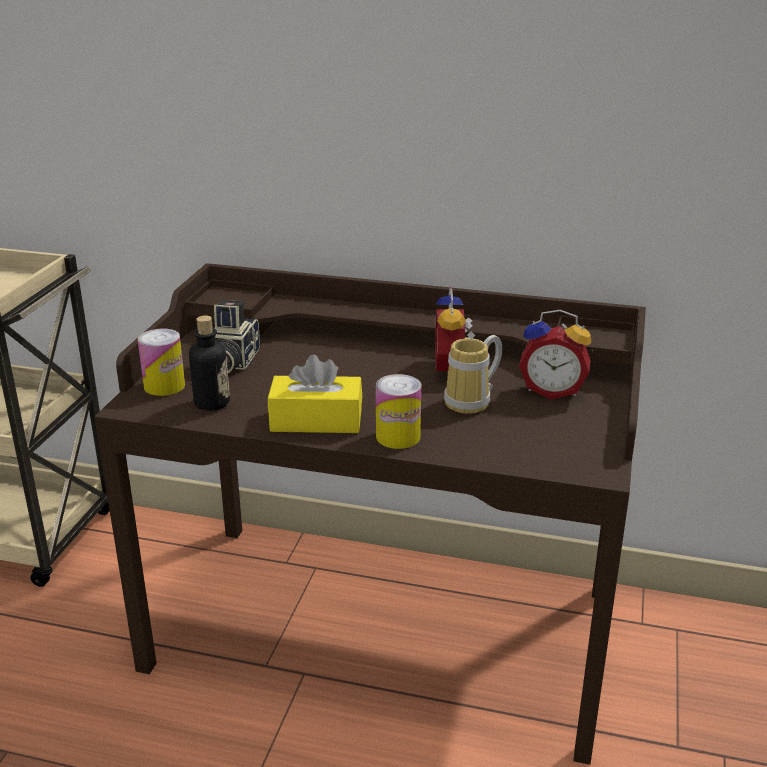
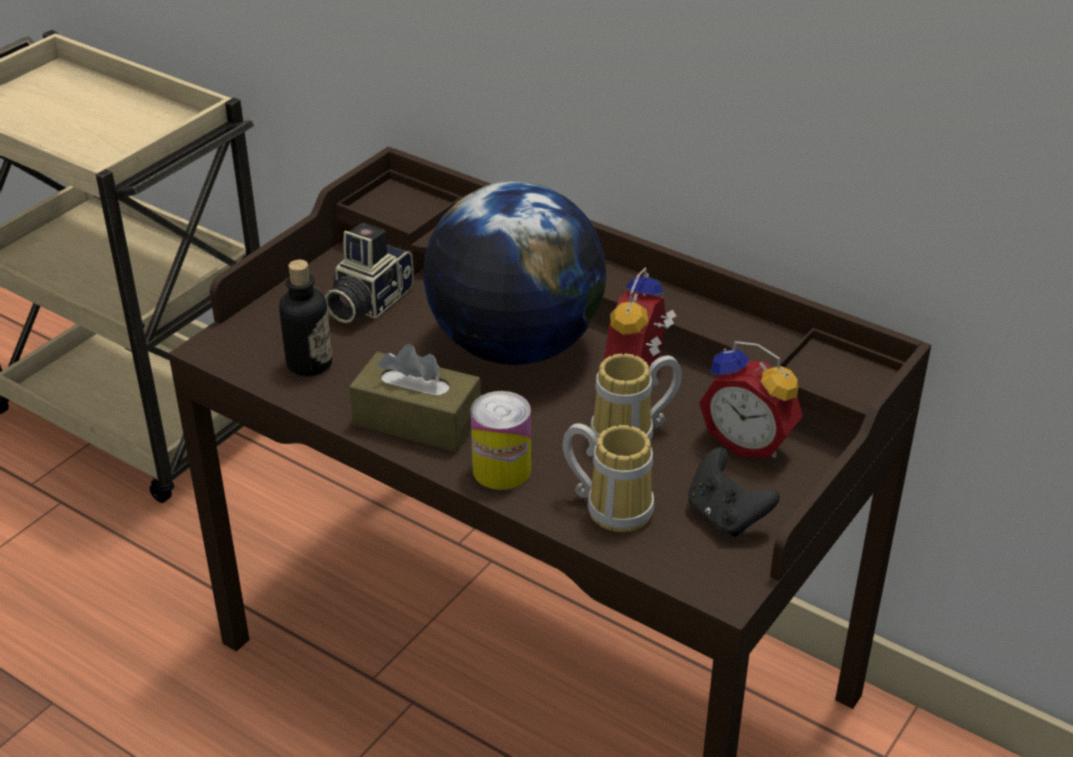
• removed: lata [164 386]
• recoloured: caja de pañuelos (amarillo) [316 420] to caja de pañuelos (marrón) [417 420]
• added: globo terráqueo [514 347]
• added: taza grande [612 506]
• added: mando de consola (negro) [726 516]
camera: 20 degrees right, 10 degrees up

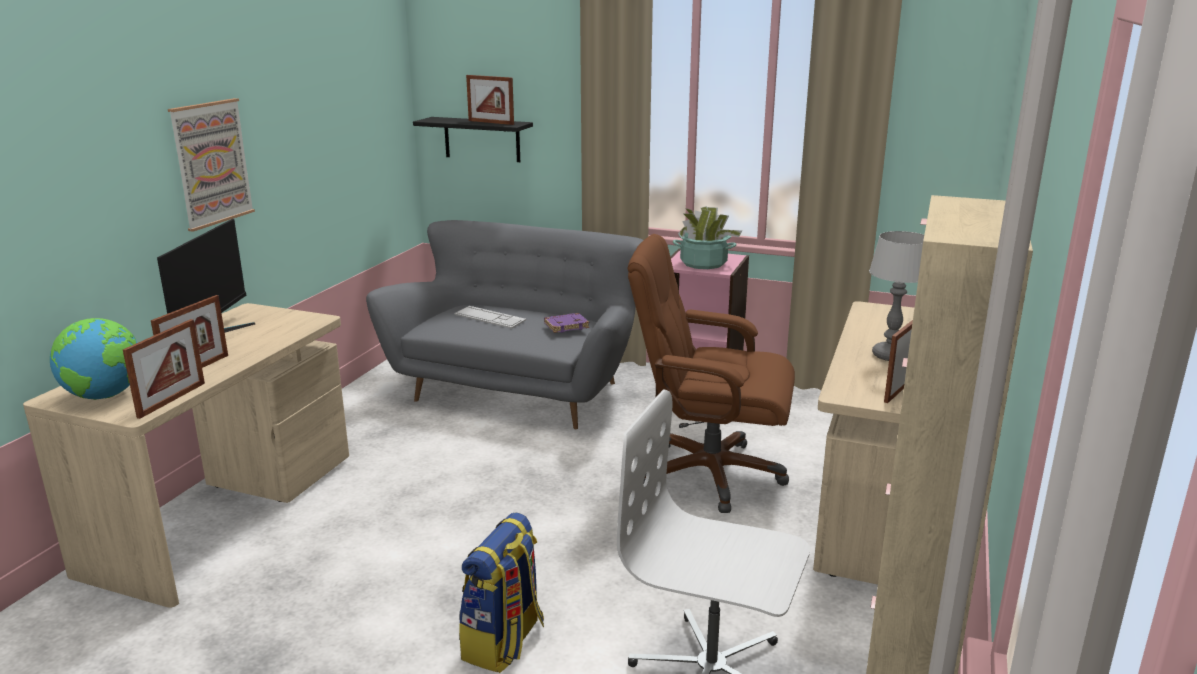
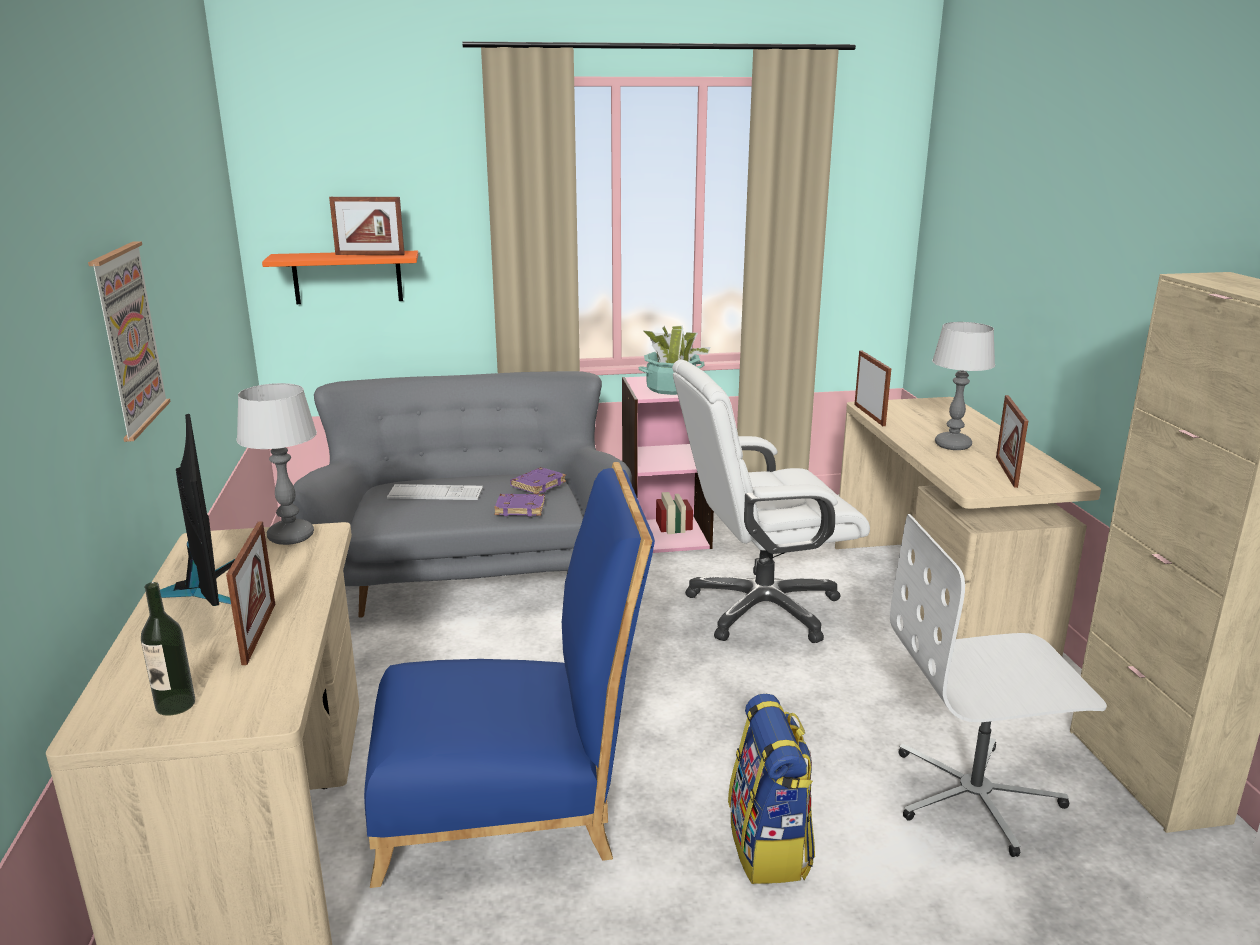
• recoloured: estante (negro) [482 139] to estante (naranja) [347 277]
• recoloured: silla de oficina (marrón) [709 474] to silla de oficina (blanco) [761 609]
• replaced: globo terráqueo [105 396] to botella [175 704]
• moved: portarretratos [172 400] to [869 415]
• added: lámpara de mesa [290 536]
• added: silla (azul) [510 801]
• added: libro (morado) [521 508]
camera: 30 degrees left, 0 degrees up

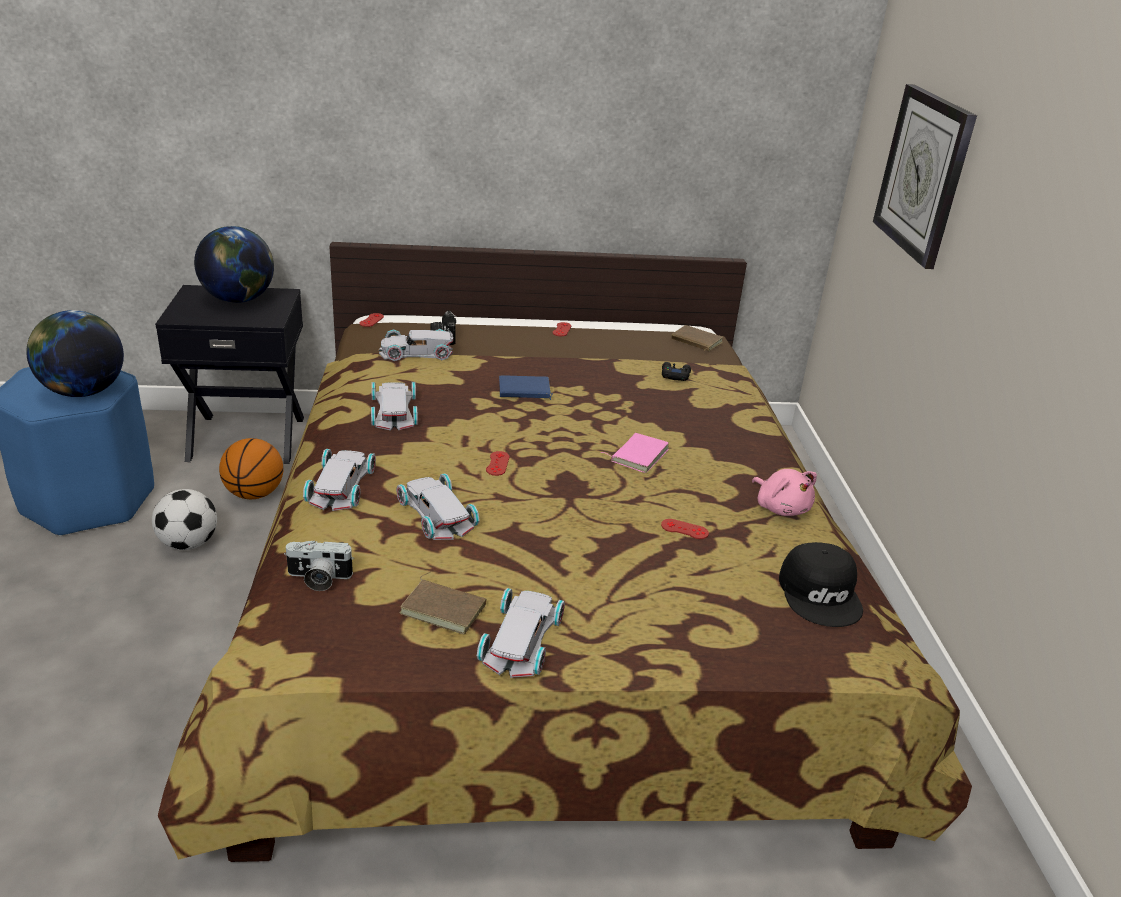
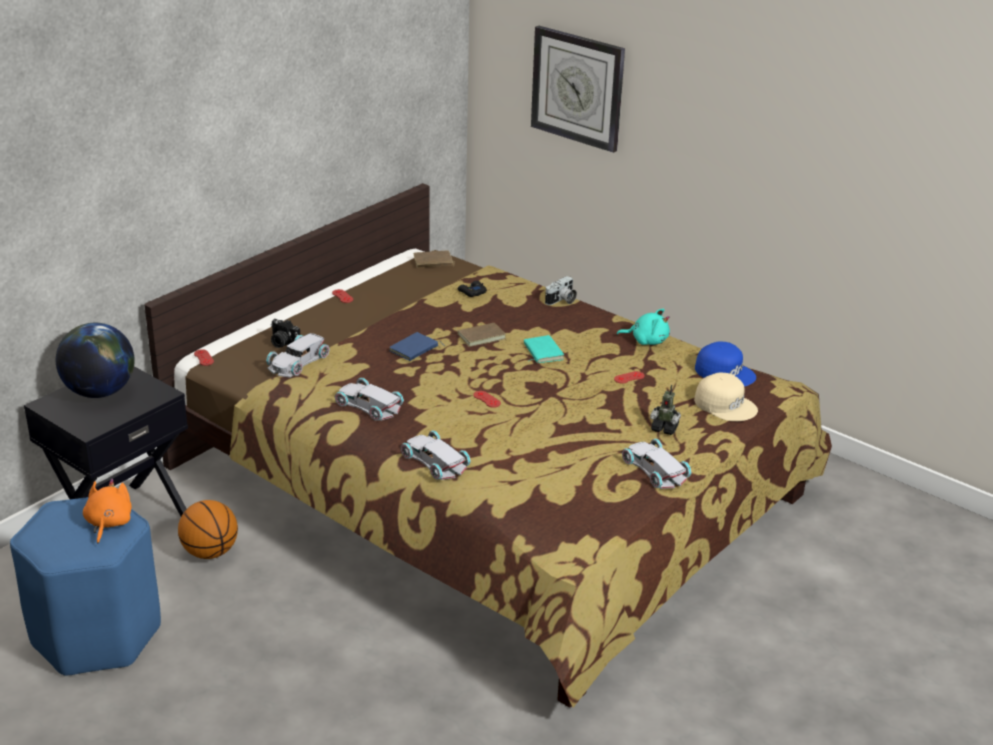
• replaced: globo terráqueo [83 392] to peluche (naranja) [108 523]
• recoloured: libro (rosa) [638 455] to libro (turquesa) [541 352]
• recoloured: peluche (rosa) [781 507] to peluche (turquesa) [646 341]
• removed: coche de juguete (blanco) [437 512]
• removed: balón de fútbol [188 543]
• moved: cámara [318 579] to [561 301]
• recoloured: gorra (negro) [821 593] to gorra (azul) [725 372]
• moved: libro (marrón) [445 608] to [480 336]
• added: gorra (beis) [725 404]
• added: robot de juguete [664 428]
camera: 45 degrees left, 0 degrees up

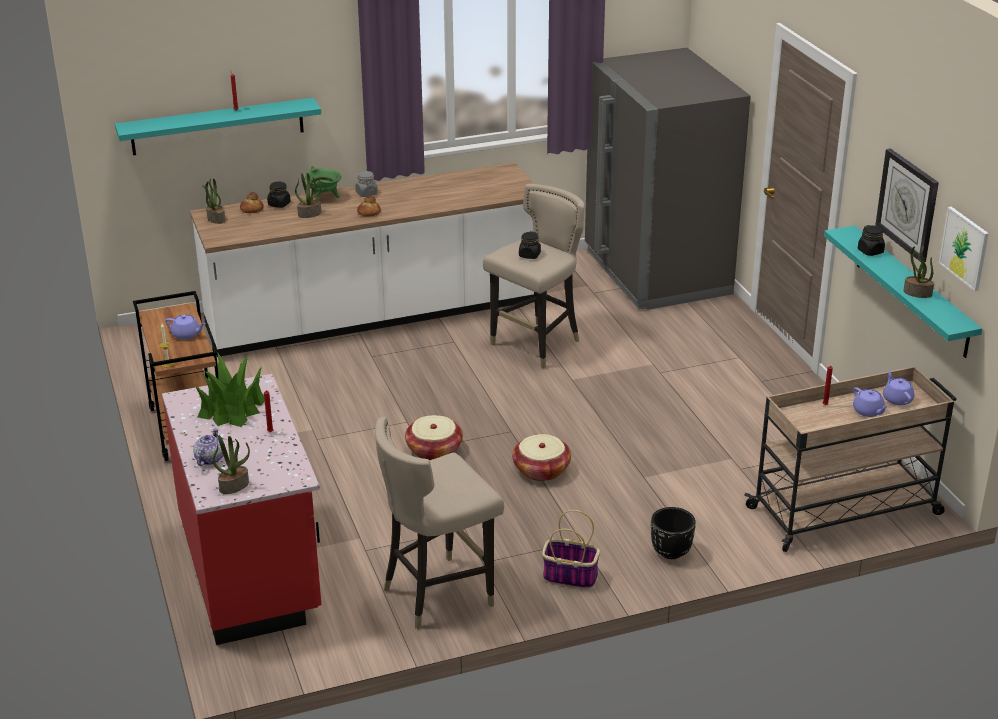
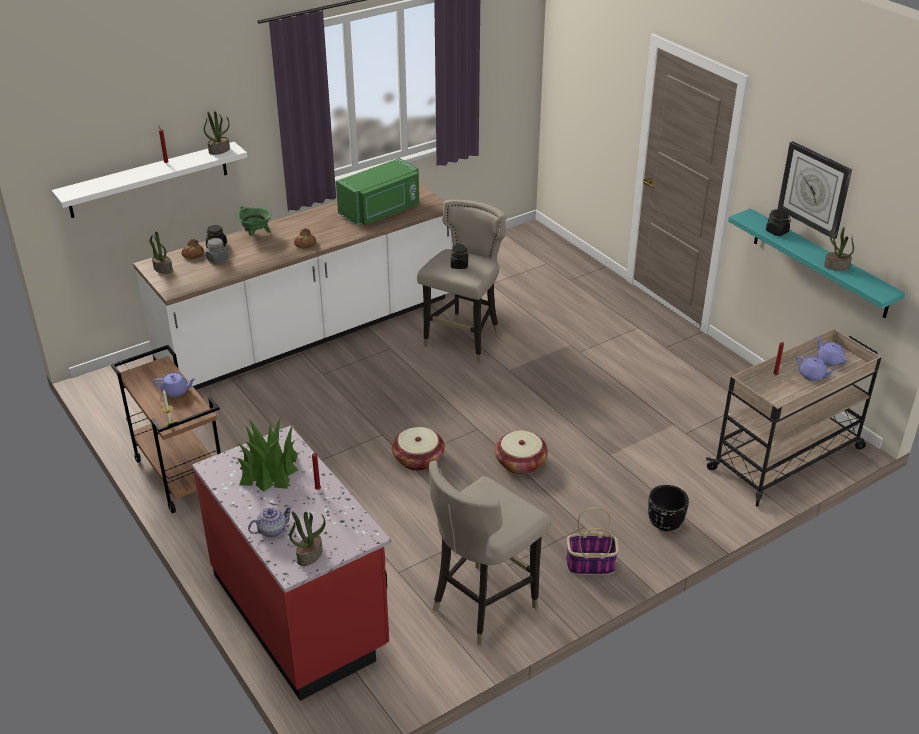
• removed: nevera (gris) [656 273]
• recoloured: estante (turquesa) [217 126] to estante (blanco) [148 180]
• moved: tarro (gris) [366 193] to [217 259]
• moved: planta en maceta [309 214] to [219 150]
• removed: cuadro [964 248]
• turned: tetera [209 459] = [271 530] 60 degrees clockwise
• added: microondas (verde) [381 211]
camera: 15 degrees left, 5 degrees up

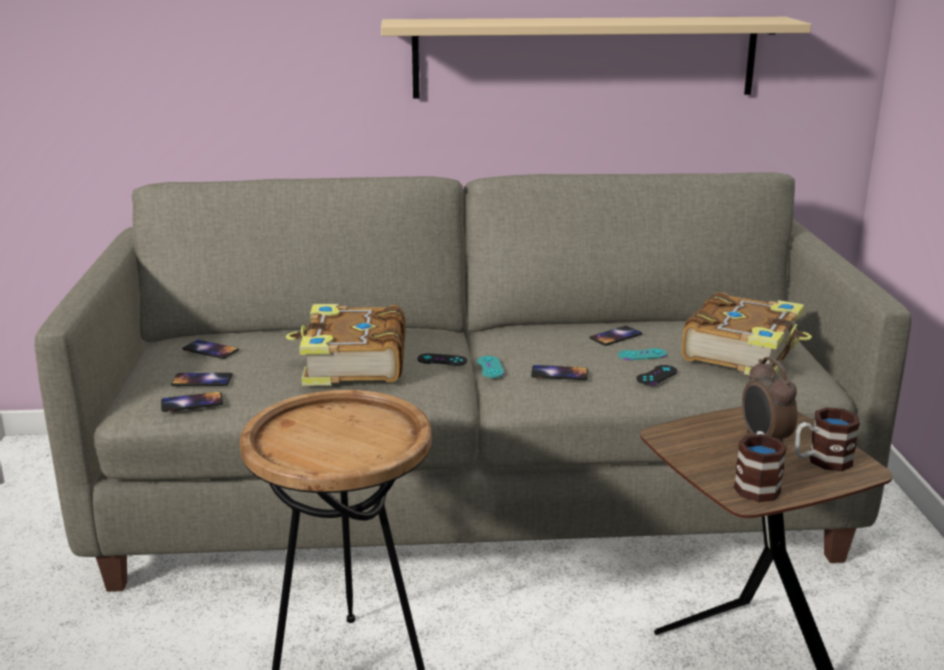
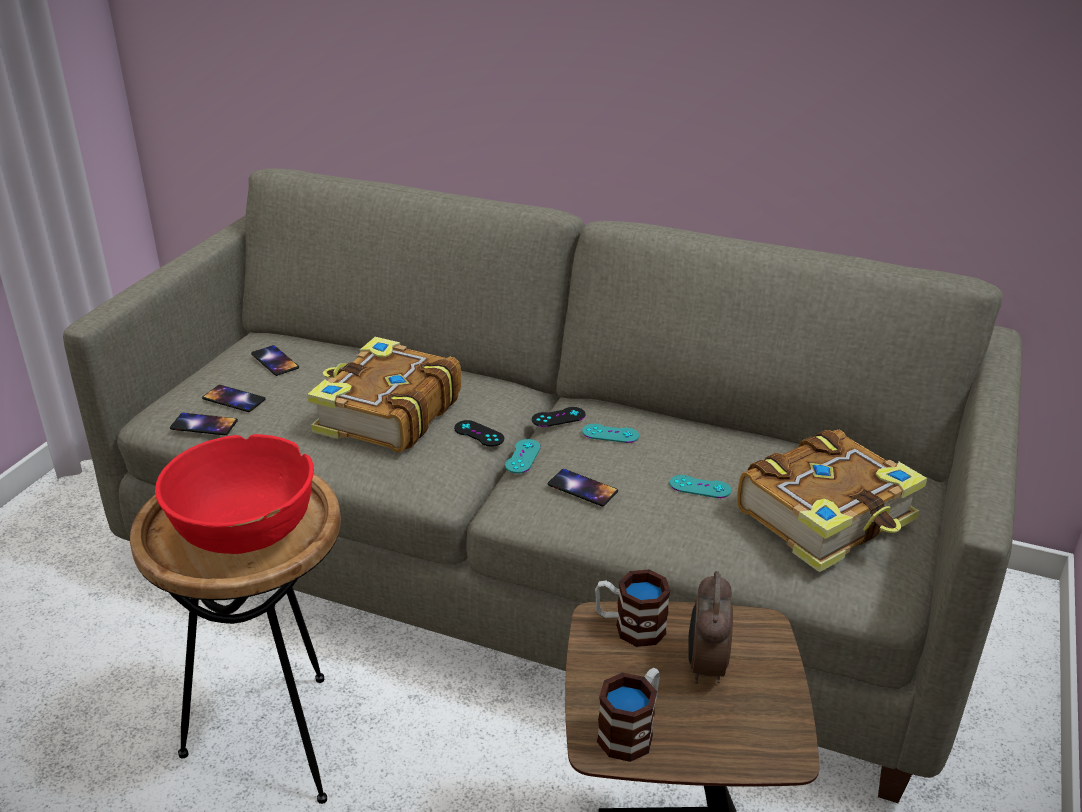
• removed: estante (beis) [584 57]
• removed: móvil [616 336]
• moved: mando de consola (negro) [656 375] to [558 417]
• moved: taza grande [821 461] to [629 626]
• added: mando de consola (turquesa) [610 434]
• added: cuenco (rojo) [244 531]
camera: 25 degrees right, 10 degrees up

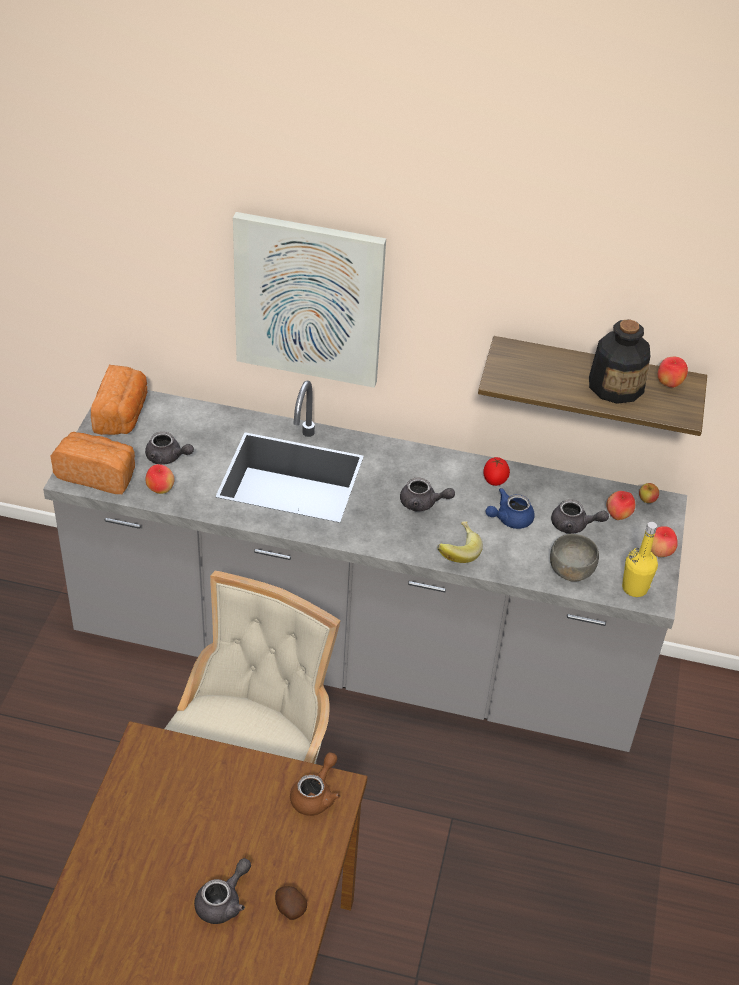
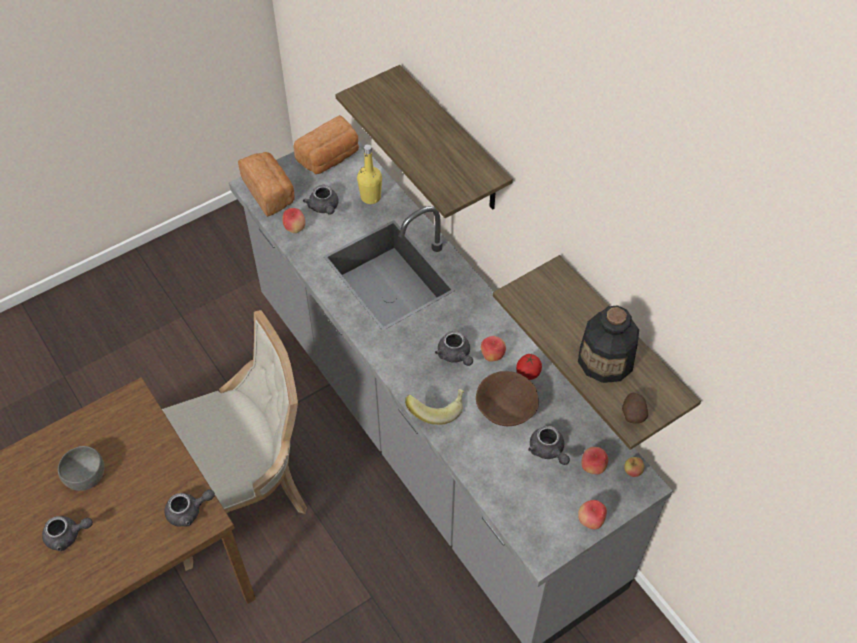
• replaced: cuadro [309 299] to estante [453 142]
• moved: manzana [669 384] to [492 356]
• replaced: tetera (azul) [509 519] to cuenco (marrón) [504 411]
• moved: botella (amarillo) [634 588] to [370 197]
• moved: cuenco (gris) [571 571] to [85 477]
• recoloured: tetera (marrón) [315 795] to tetera (gris) [189 511]
• moved: patata [289 908] to [632 413]
camera: 45 degrees right, 10 degrees up

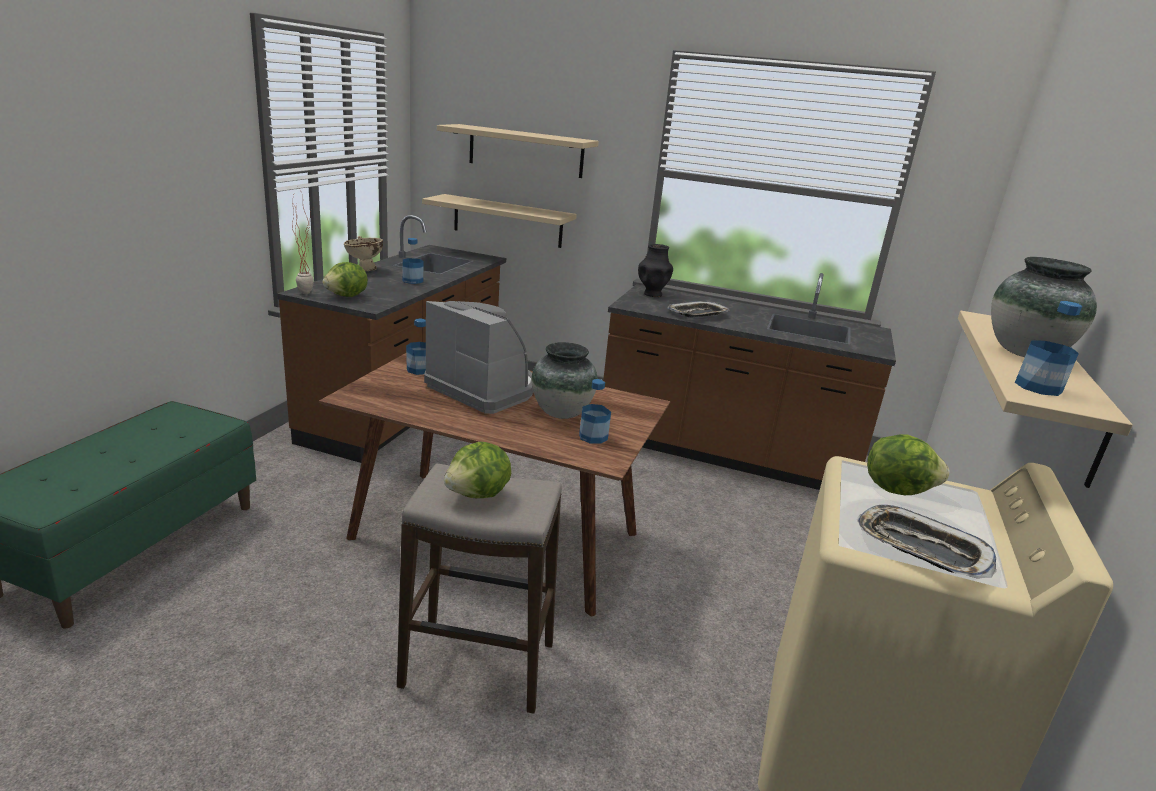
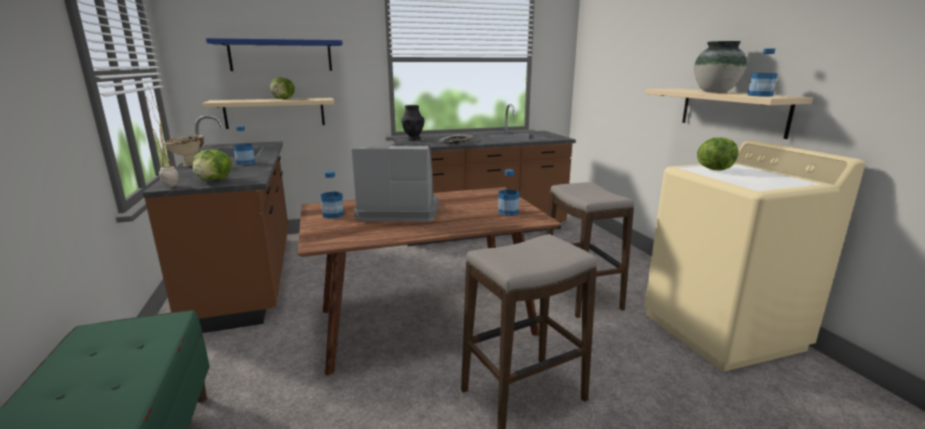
• recoloured: estante (beis) [525 151] to estante (azul) [281 56]
• removed: florero [562 413]
• moved: lechuga [478 495] to [283 99]
• removed: bandeja [920 548]
• added: taburete [580 296]
camera: 35 degrees left, 5 degrees down

